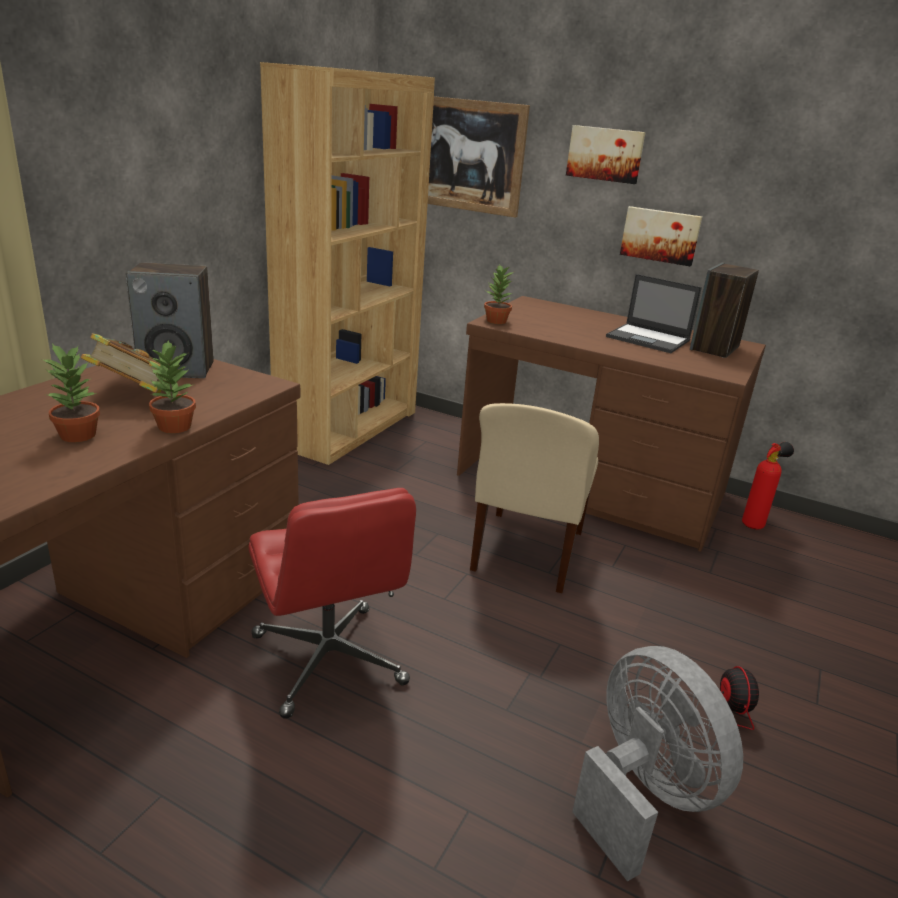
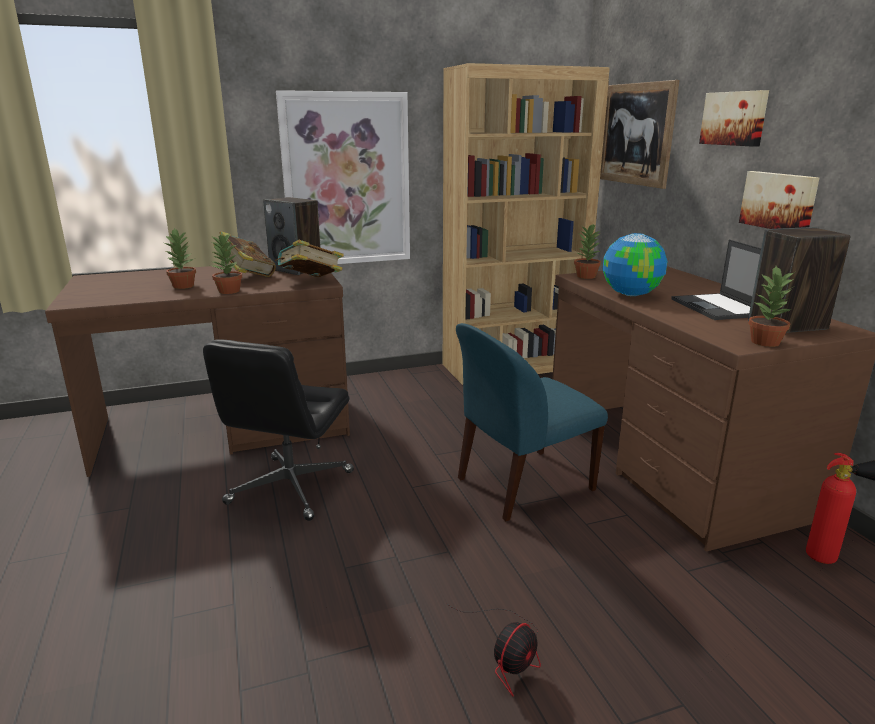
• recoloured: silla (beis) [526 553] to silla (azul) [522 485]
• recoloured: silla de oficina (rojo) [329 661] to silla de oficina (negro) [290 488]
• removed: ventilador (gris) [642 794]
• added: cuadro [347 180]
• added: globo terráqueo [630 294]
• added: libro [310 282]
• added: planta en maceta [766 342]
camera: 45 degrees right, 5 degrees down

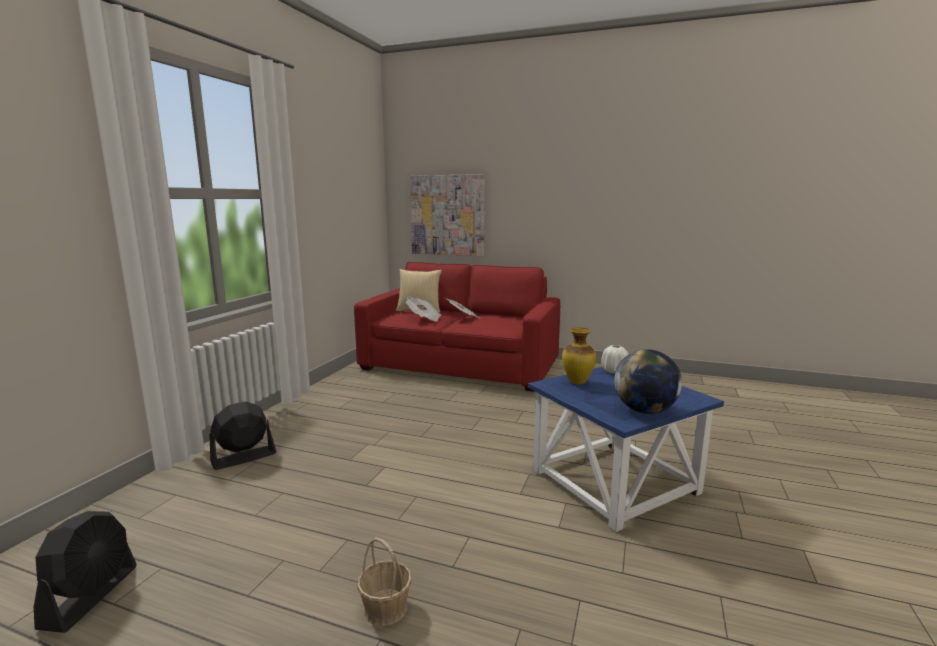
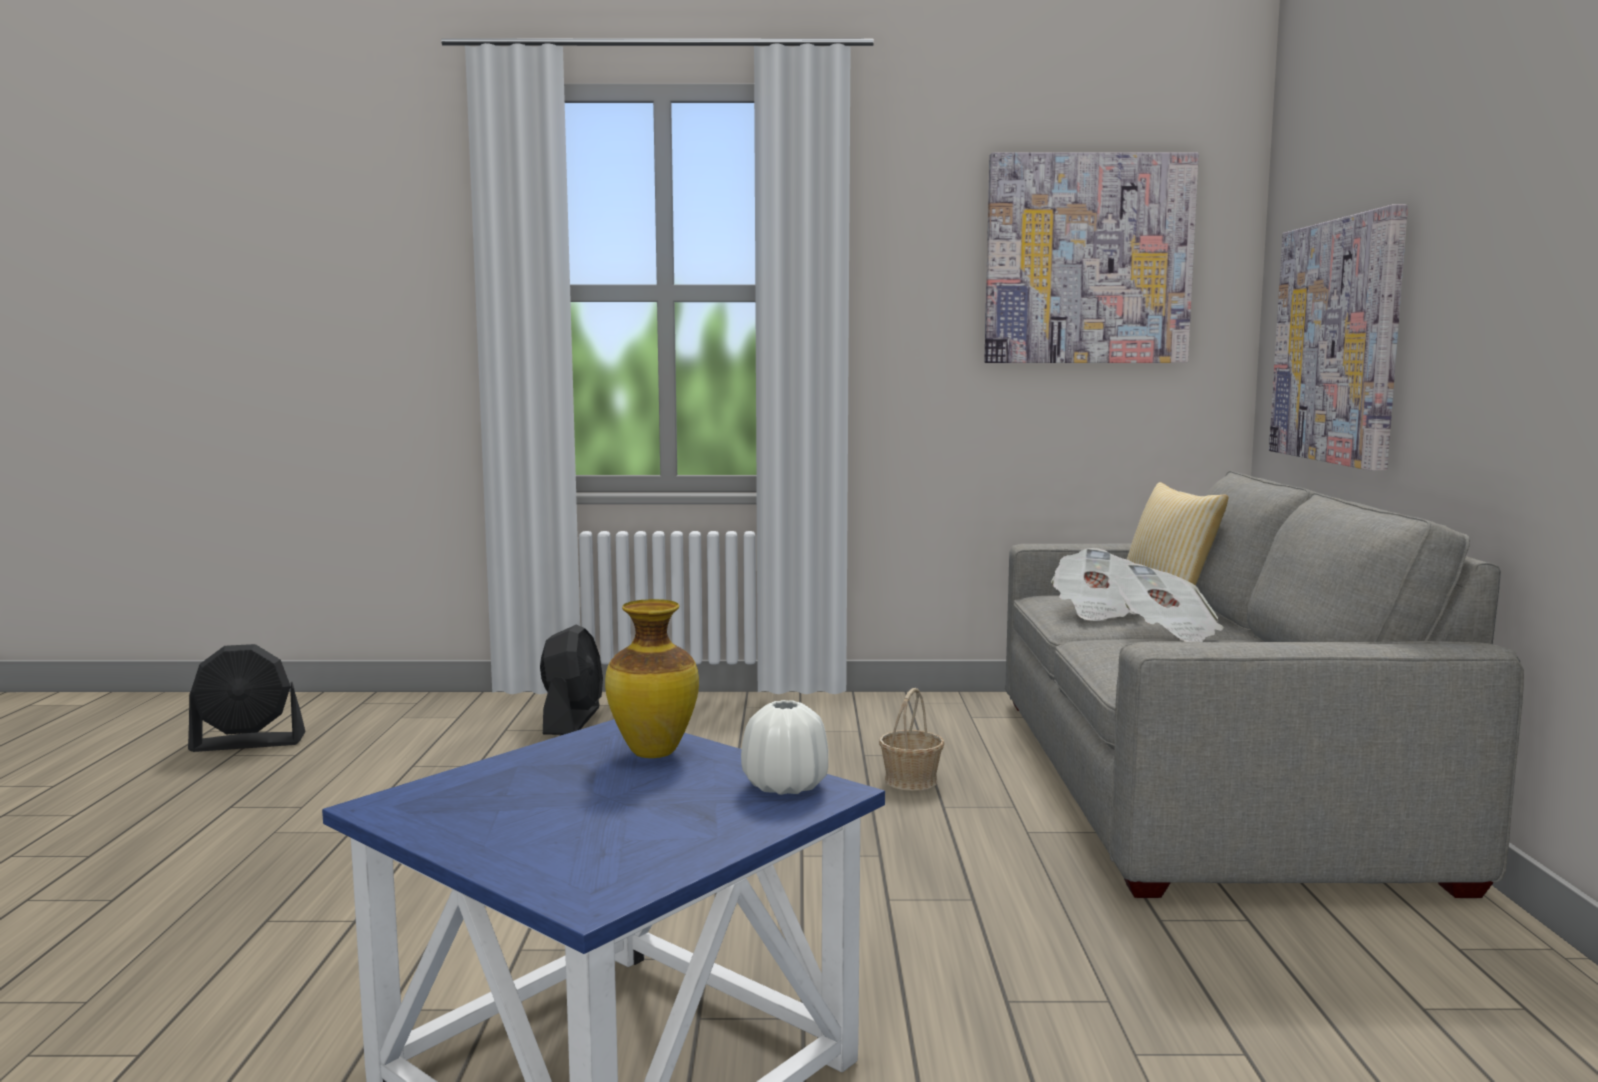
• recoloured: sofá (rojo) [461 365] to sofá (gris) [1198 781]
• removed: globo terráqueo [645 410]
• turned: ventilador (negro) [243 457] = [572 720] 60 degrees clockwise
• moved: cesta [385 608] to [911 781]
• added: cuadro [1088 260]
camera: 70 degrees right, 5 degrees down

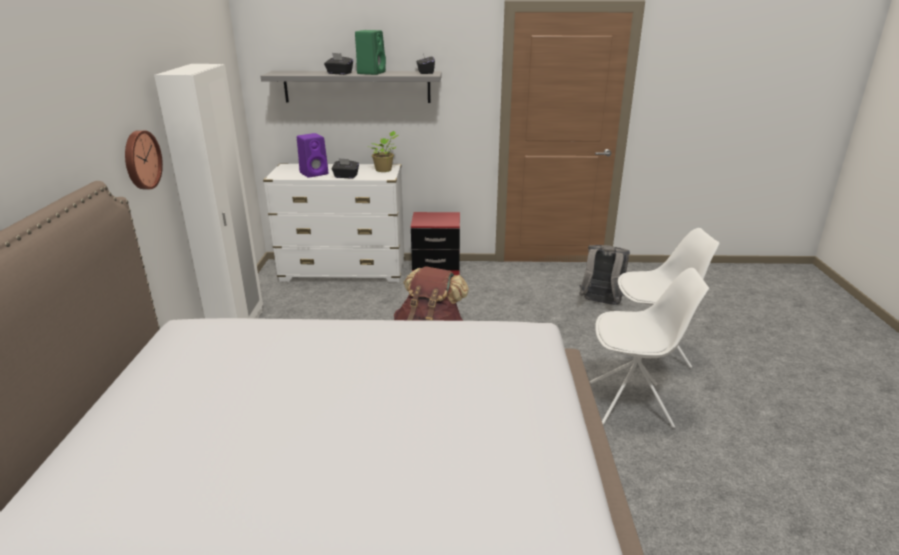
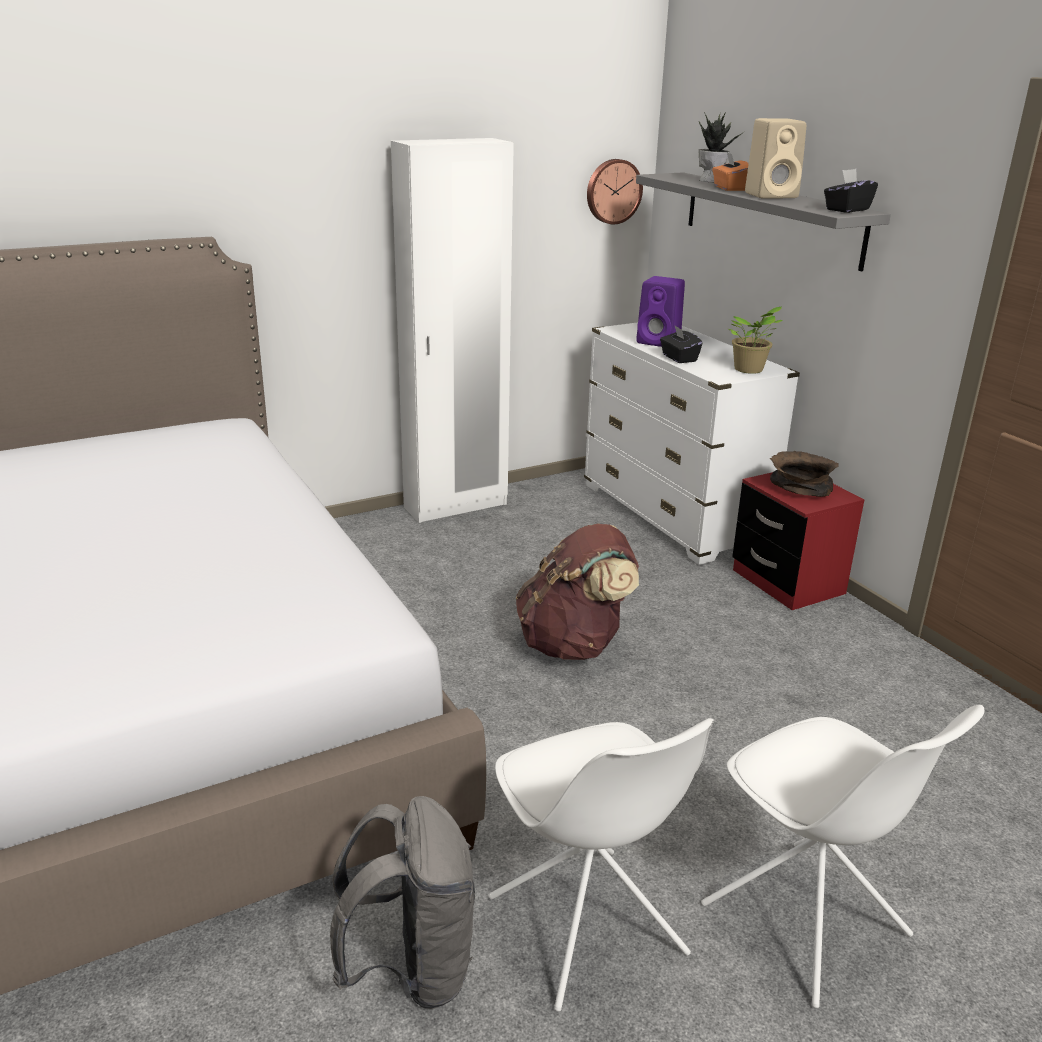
• recoloured: altavoz (verde) [371 73] to altavoz (beis) [772 195]
• recoloured: caja de pañuelos (negro) [339 73] to caja de pañuelos (naranja) [729 188]
• moved: reloj de pared [141 160] to [612 191]
• moved: mochila (gris) [600 303] to [412 968]
• added: planta en maceta [711 180]
• added: cuenco (marrón) [798 488]
camera: 60 degrees right, 0 degrees up

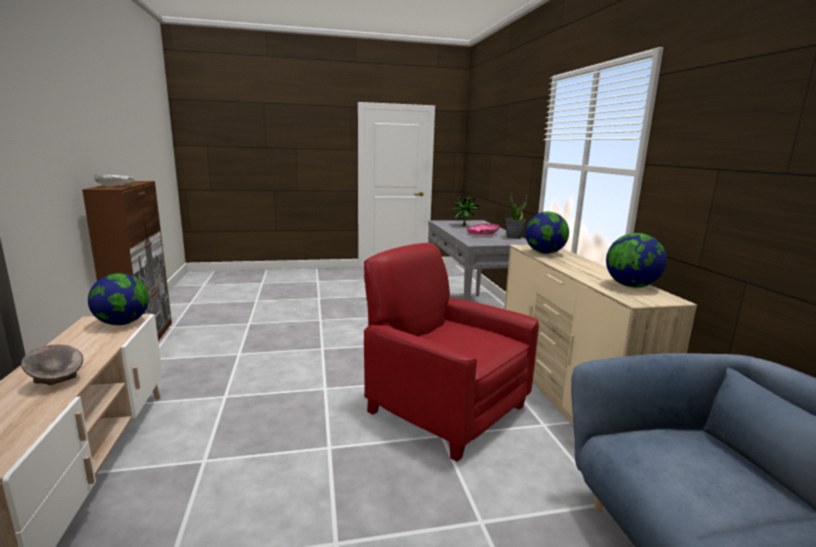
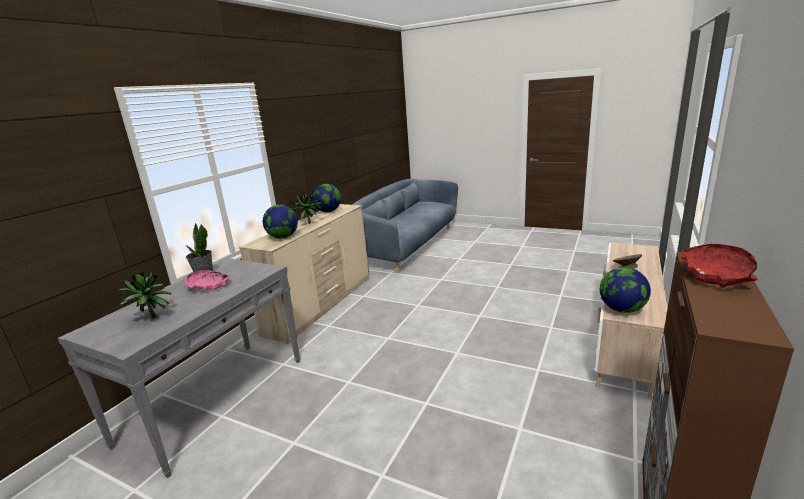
• recoloured: cuenco (blanco) [116 185] to cuenco (rojo) [717 276]
• removed: sillón (rojo) [444 408]
• added: planta en maceta [308 223]
camera: 140 degrees left, 5 degrees up

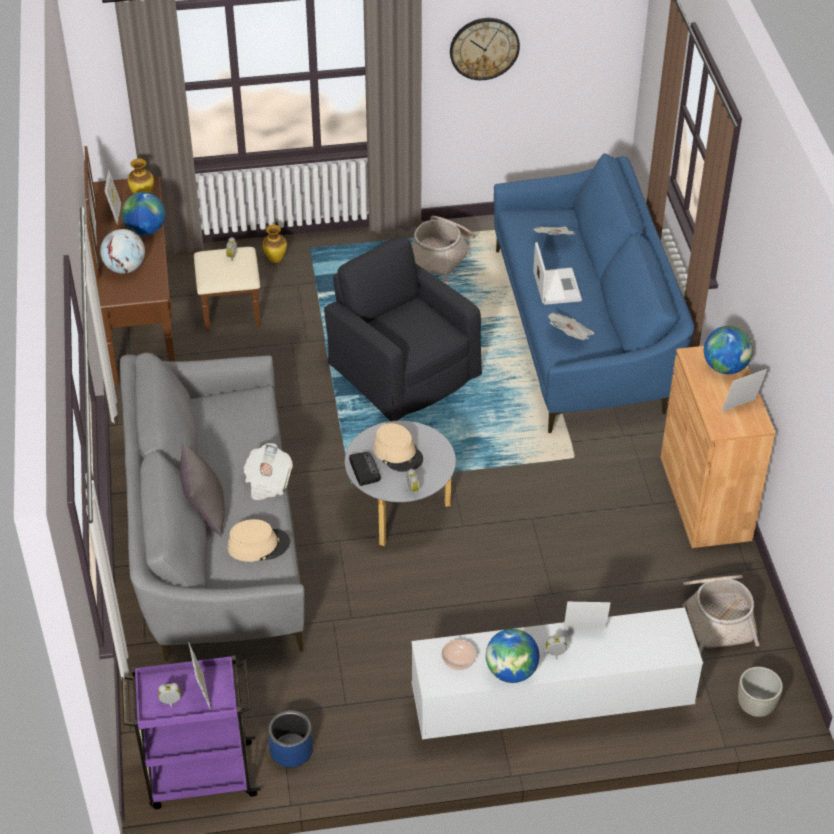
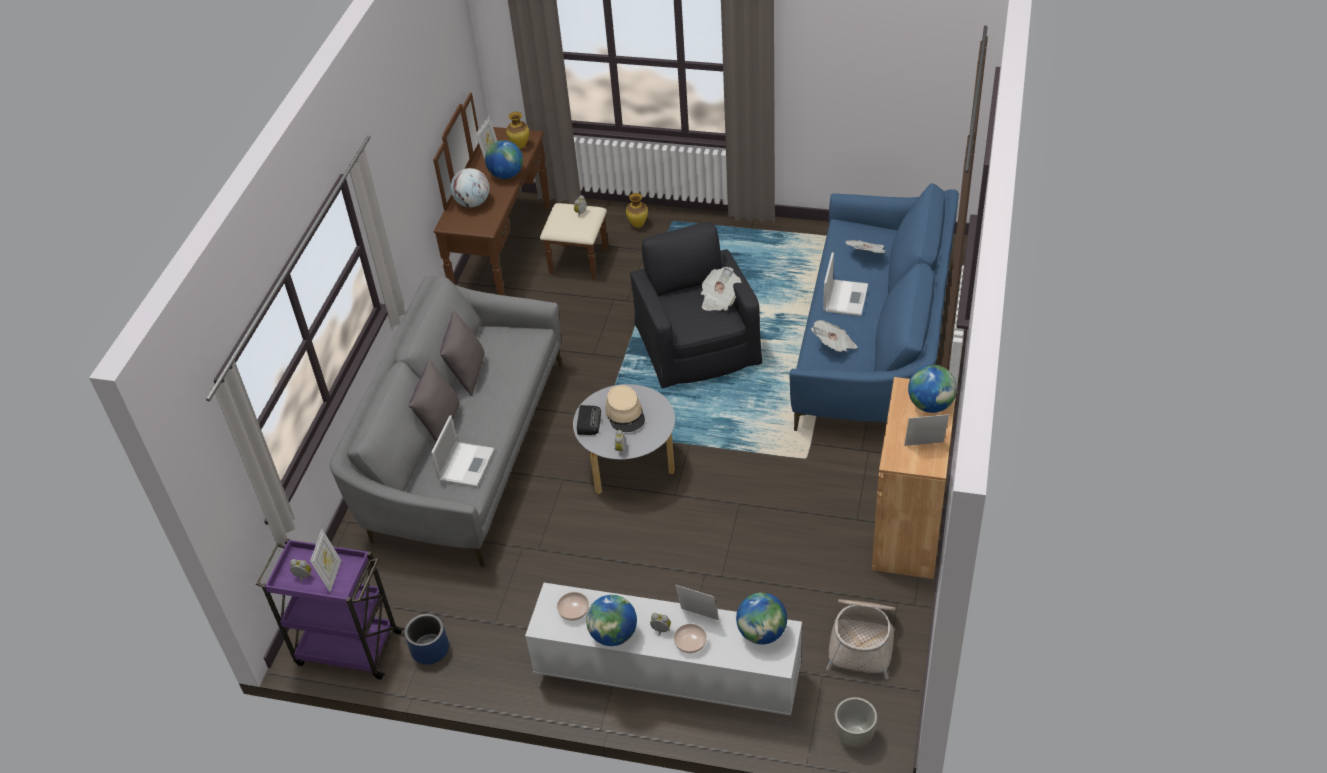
• removed: reloj de pared [484 48]
• removed: cesta [442 255]
• moved: periódico [267 482] to [719 299]
• replaced: sombrero (beis) [258 545] to portátil [466 464]
• added: cojín (gris) [467 374]
• added: globo terráqueo [762 633]
• added: cuenco [691 643]
camera: 25 degrees right, 0 degrees up

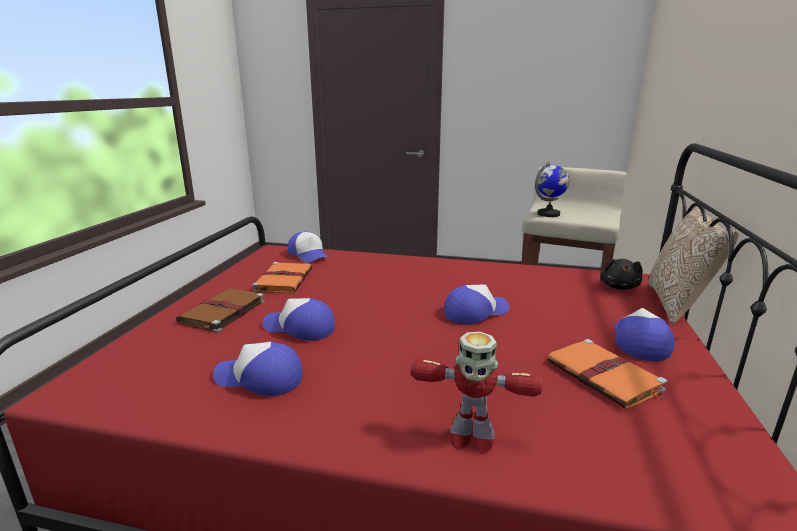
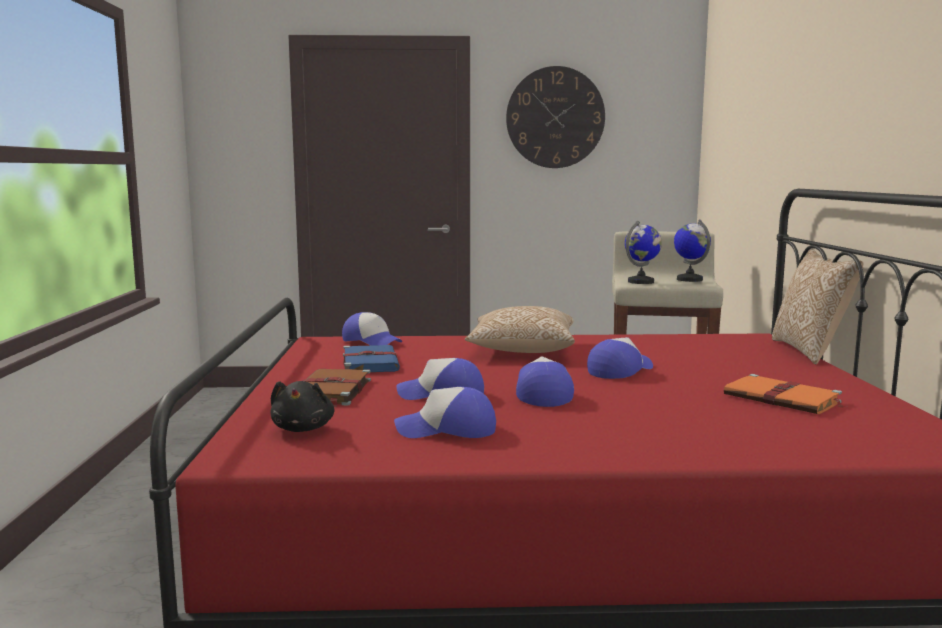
• moved: peluche (negro) [619 287] to [303 428]
• recoloured: libro (naranja) [284 280] to libro (azul) [370 362]
• moved: gorra [639 341] to [542 394]
• removed: robot de juguete [470 438]
• added: reloj de pared [555 117]
• added: globo terráqueo [689 279]
• added: cojín [522 350]
camera: 15 degrees left, 10 degrees down

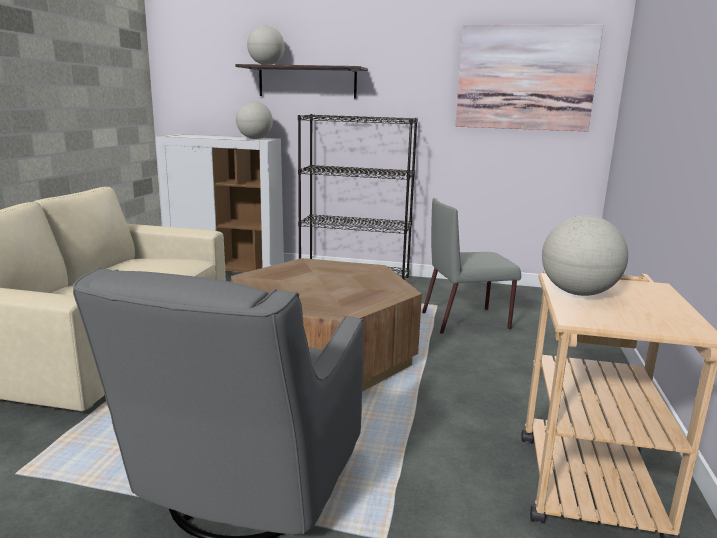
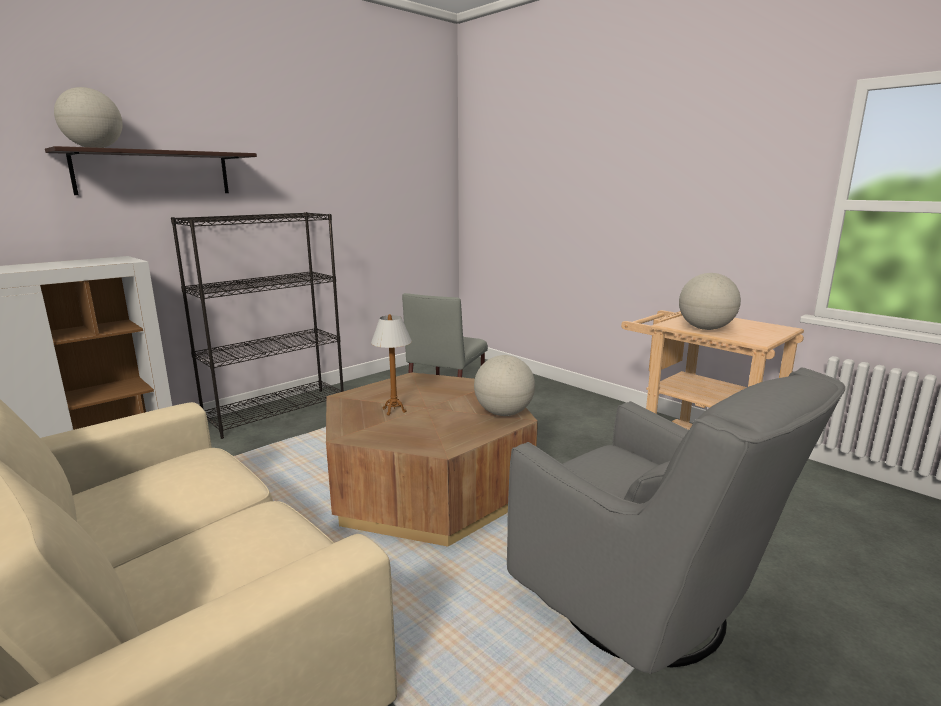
• removed: cuadro [525 78]
• moved: globo terráqueo [254 138] to [503 413]
• added: lámpara de mesa [394 410]
camera: 55 degrees left, 0 degrees up

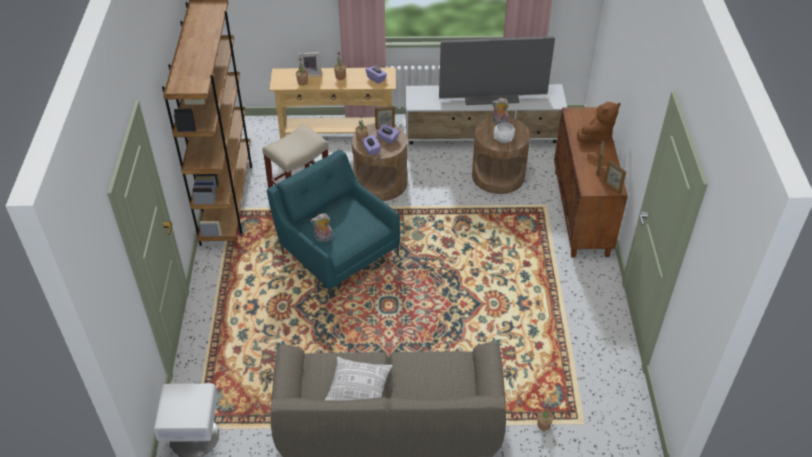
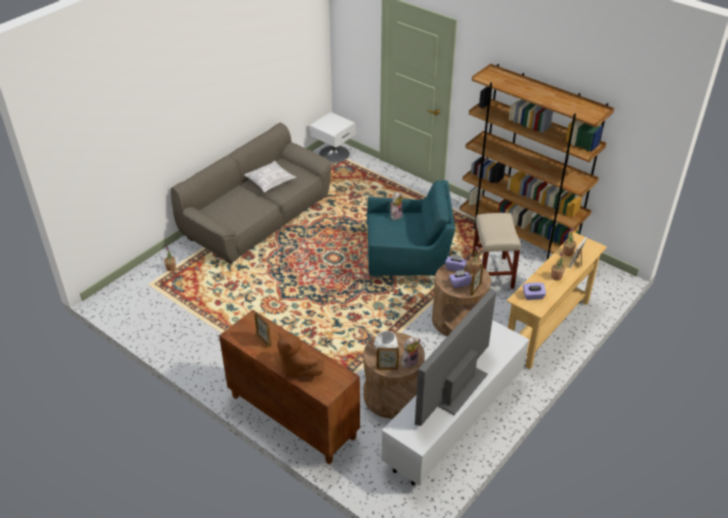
• turned: peluche (marrón) [596 137] = [297 368] 45 degrees counterclockwise
• moved: portarretratos [612 188] to [387 368]
camera: 130 degrees right, 5 degrees down

